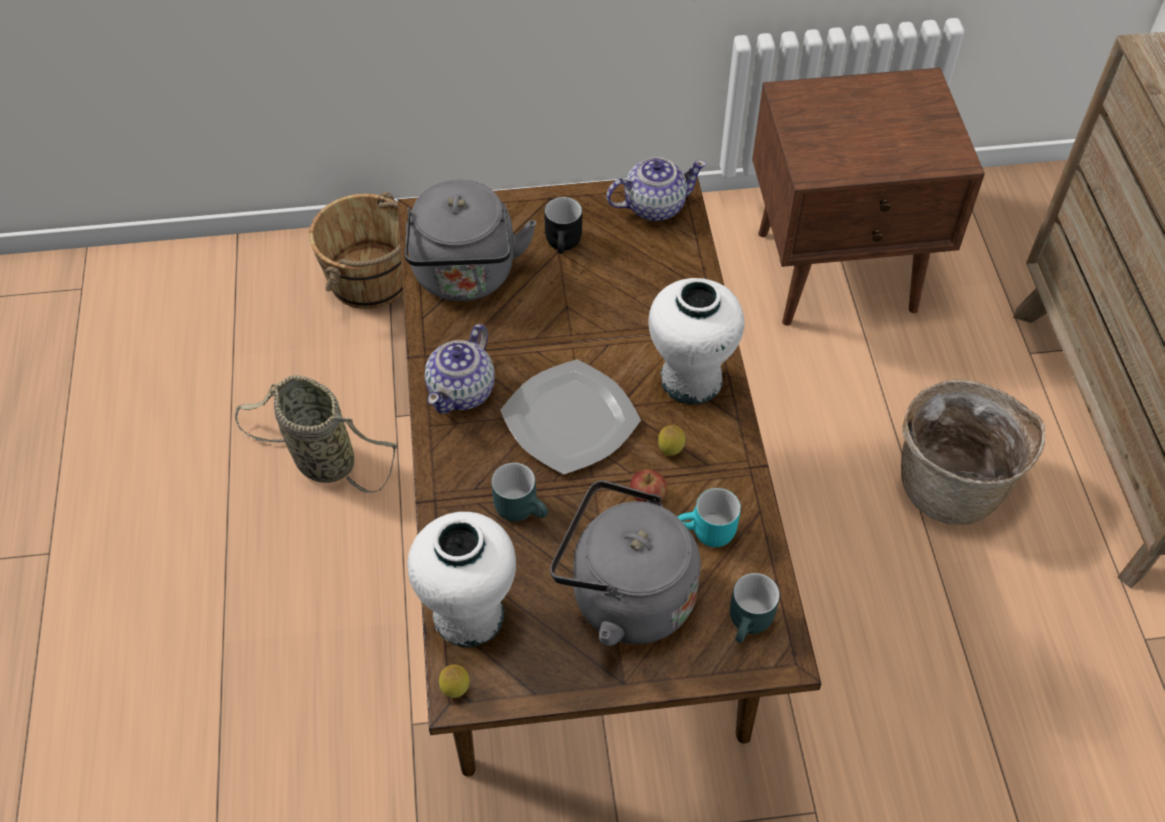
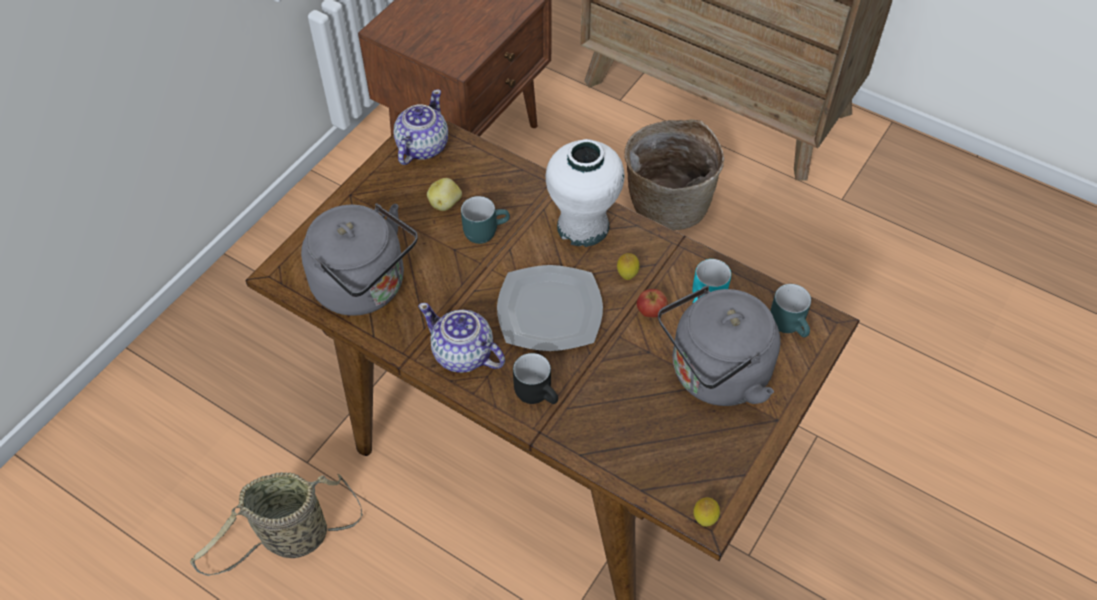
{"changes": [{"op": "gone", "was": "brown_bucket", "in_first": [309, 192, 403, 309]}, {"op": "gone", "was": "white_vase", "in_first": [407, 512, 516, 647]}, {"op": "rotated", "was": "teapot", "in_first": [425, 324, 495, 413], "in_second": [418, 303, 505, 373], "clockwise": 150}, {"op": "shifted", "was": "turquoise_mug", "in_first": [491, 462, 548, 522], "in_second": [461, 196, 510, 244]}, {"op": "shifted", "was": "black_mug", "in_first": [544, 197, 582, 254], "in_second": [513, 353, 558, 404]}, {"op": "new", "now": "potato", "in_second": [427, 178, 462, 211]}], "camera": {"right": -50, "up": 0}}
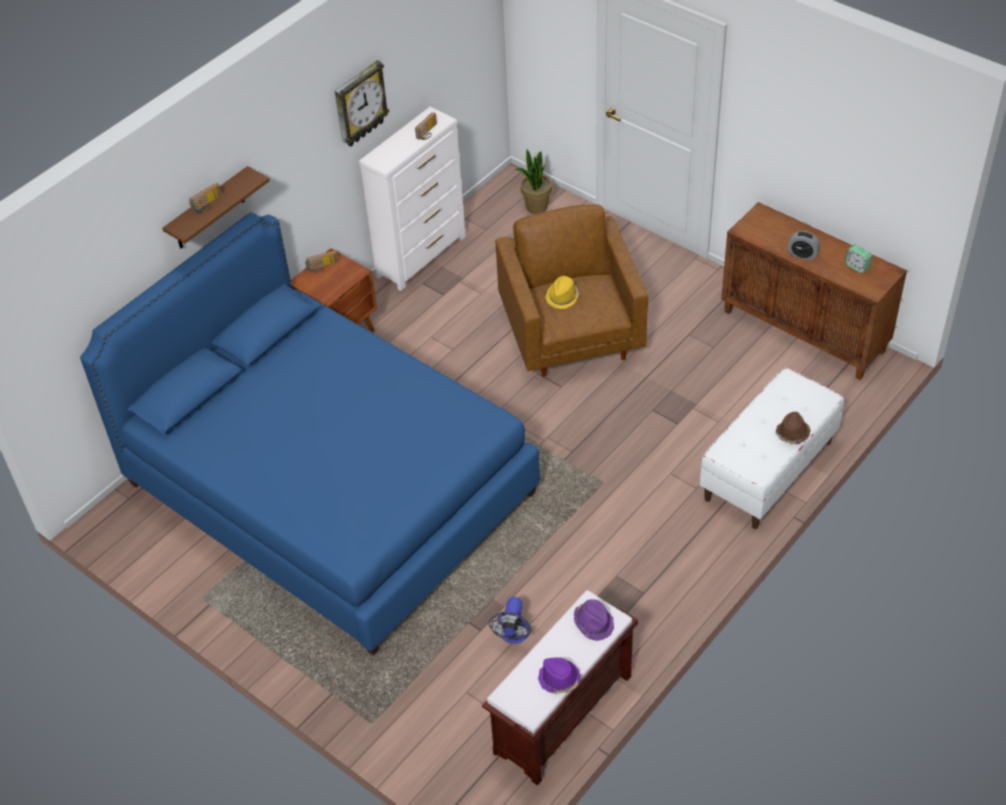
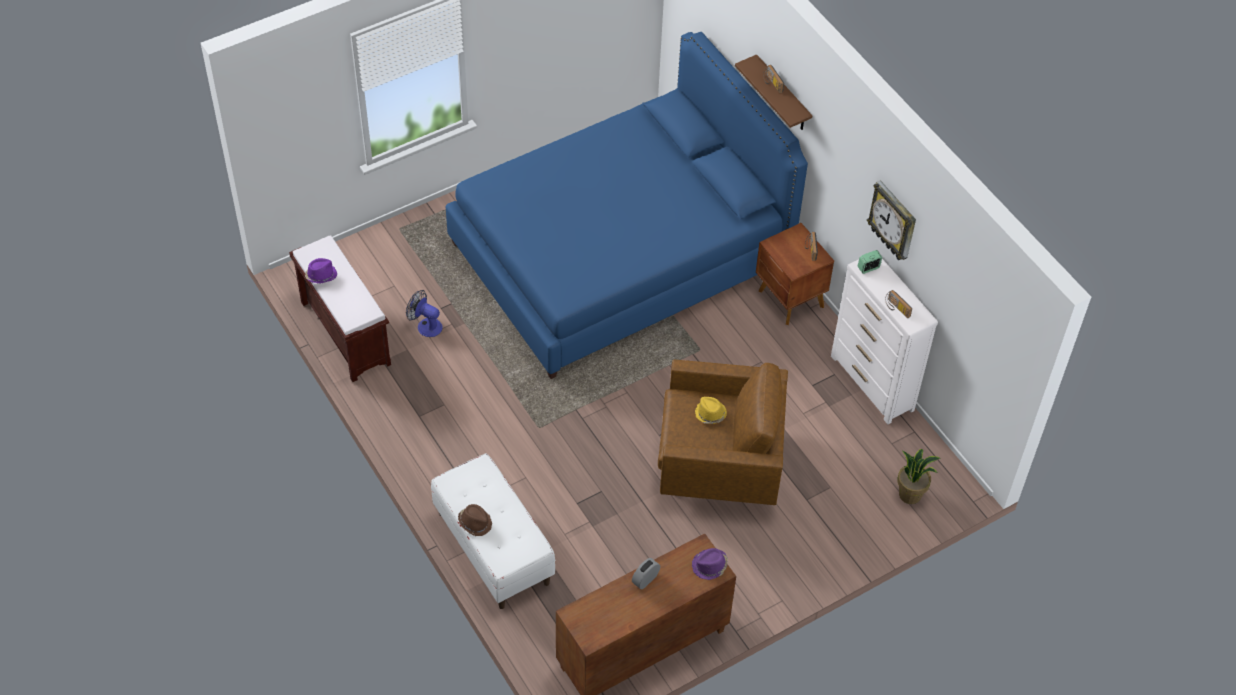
{"changes": [{"op": "shifted", "was": "purple_hat", "in_first": [574, 599, 614, 641], "in_second": [692, 548, 728, 580]}, {"op": "shifted", "was": "alarm_clock", "in_first": [845, 244, 872, 273], "in_second": [858, 250, 882, 274]}], "camera": {"right": 105, "up": 5}}
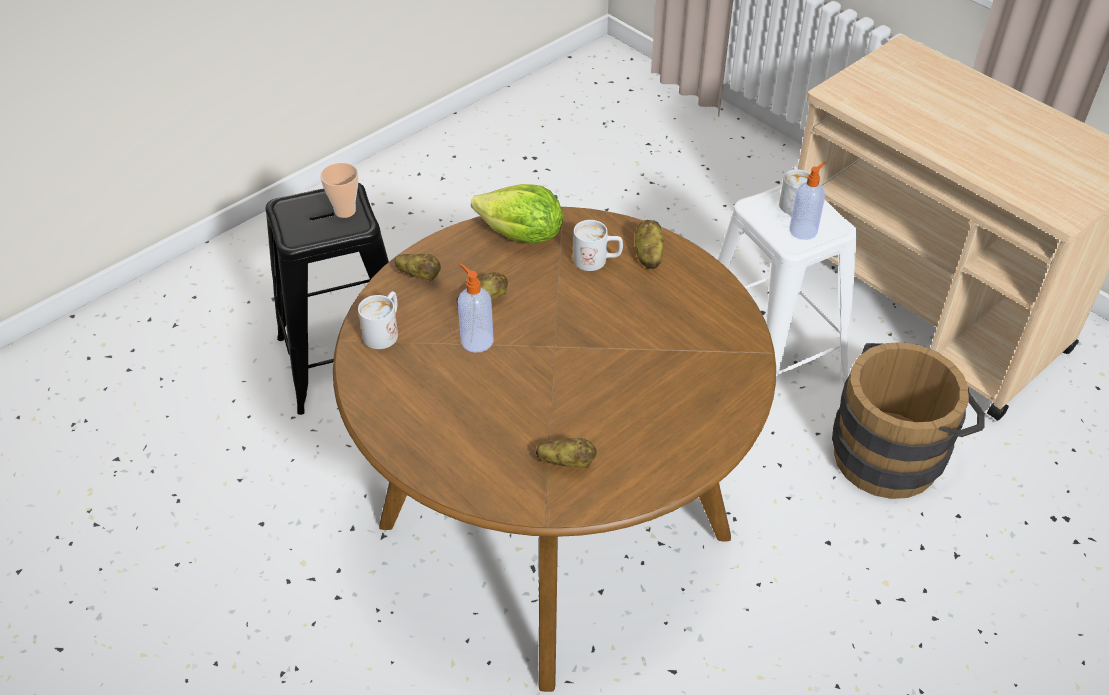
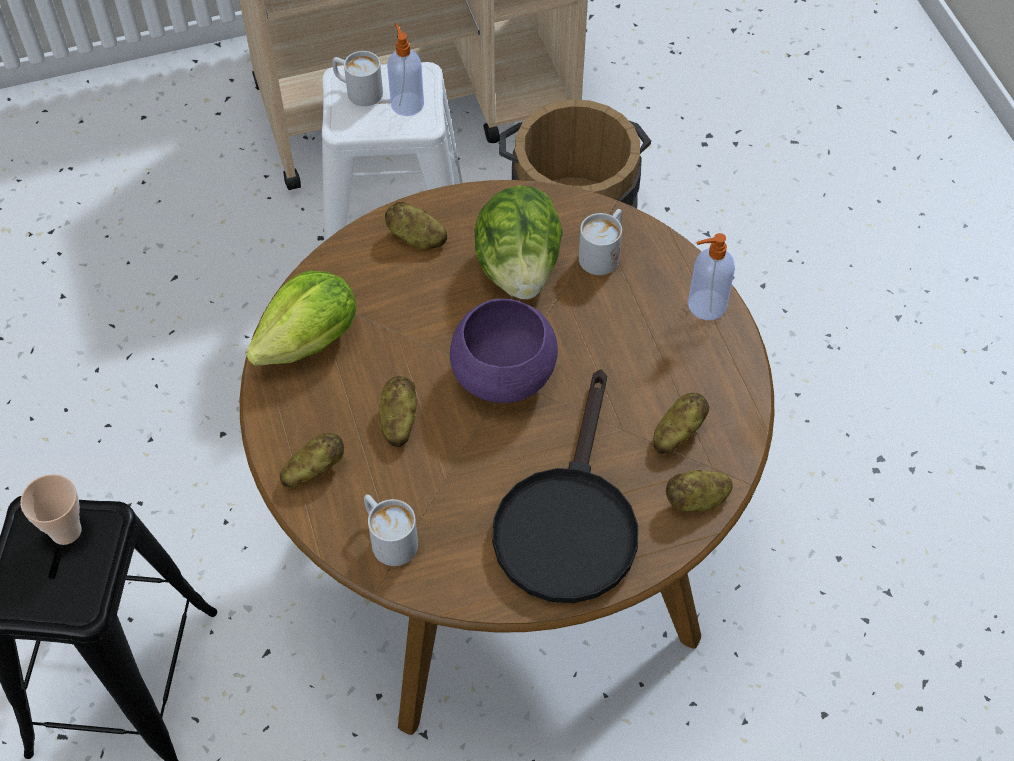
{"changes": [{"op": "shifted", "was": "soap_dispenser", "in_first": [458, 264, 494, 353], "in_second": [688, 233, 735, 320]}, {"op": "shifted", "was": "white_mug", "in_first": [573, 220, 623, 271], "in_second": [579, 209, 622, 275]}, {"op": "new", "now": "purple_bowl", "in_second": [450, 299, 558, 403]}, {"op": "new", "now": "lettuce", "in_second": [474, 186, 563, 299]}, {"op": "new", "now": "black_frying_pan", "in_second": [492, 369, 638, 603]}, {"op": "new", "now": "potato", "in_second": [666, 470, 733, 512]}], "camera": {"right": -65, "up": 10}}
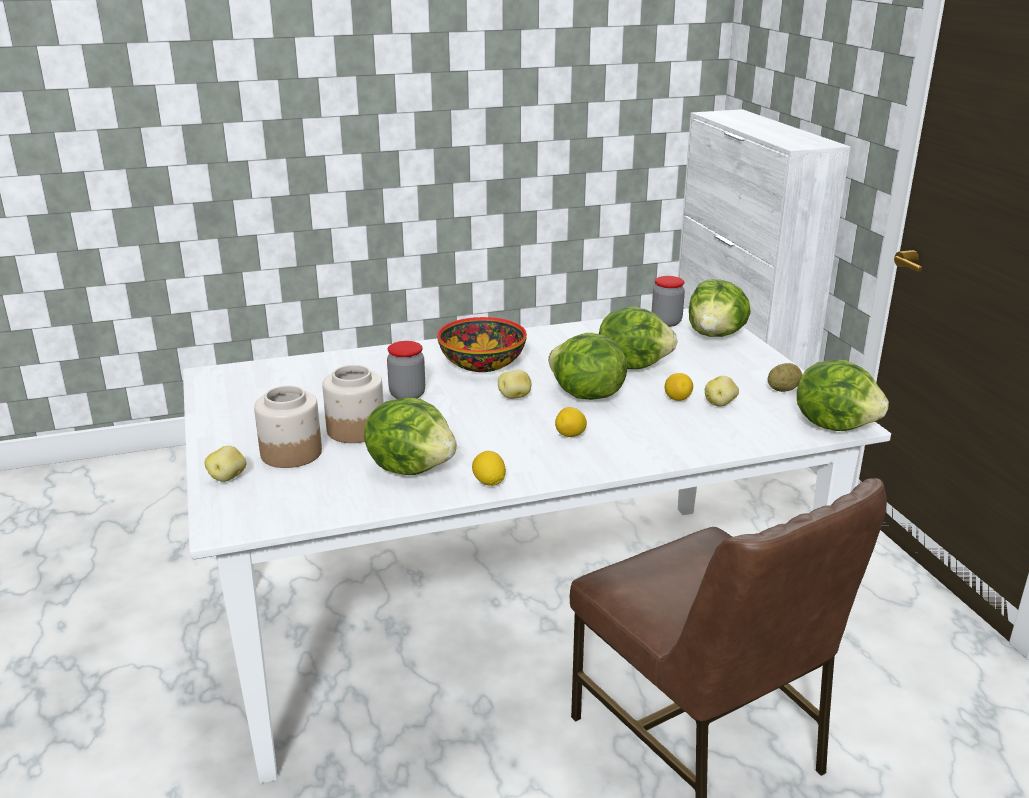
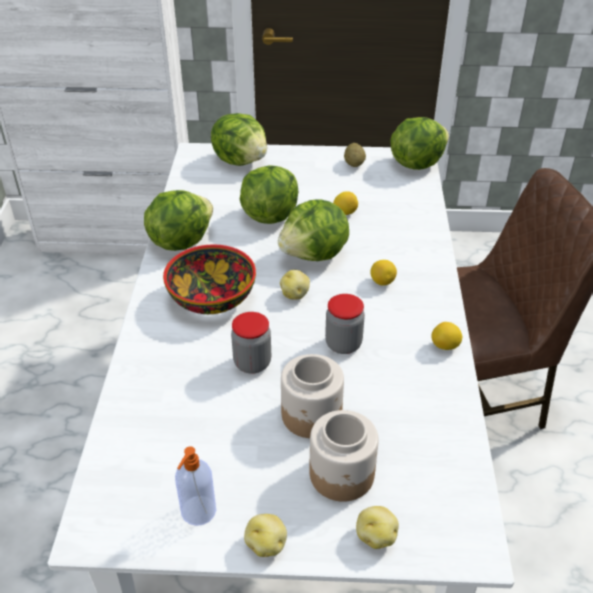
{"changes": [{"op": "shifted", "was": "lettuce", "in_first": [364, 398, 457, 475], "in_second": [144, 190, 213, 251]}, {"op": "shifted", "was": "jar", "in_first": [652, 276, 685, 327], "in_second": [325, 294, 365, 354]}, {"op": "shifted", "was": "potato", "in_first": [705, 376, 739, 406], "in_second": [244, 514, 287, 557]}, {"op": "new", "now": "soap_dispenser", "in_second": [175, 446, 216, 526]}], "camera": {"right": -70, "up": 15}}
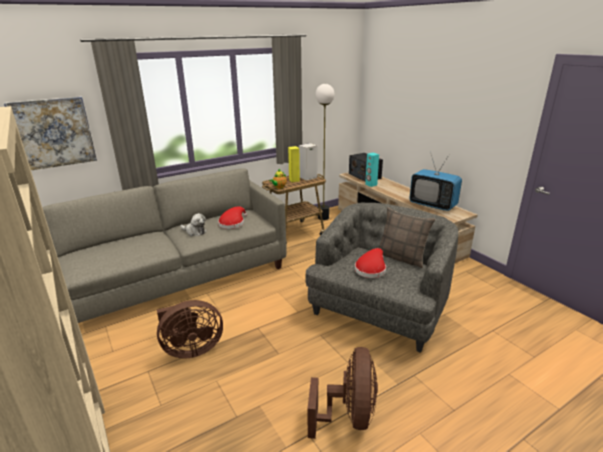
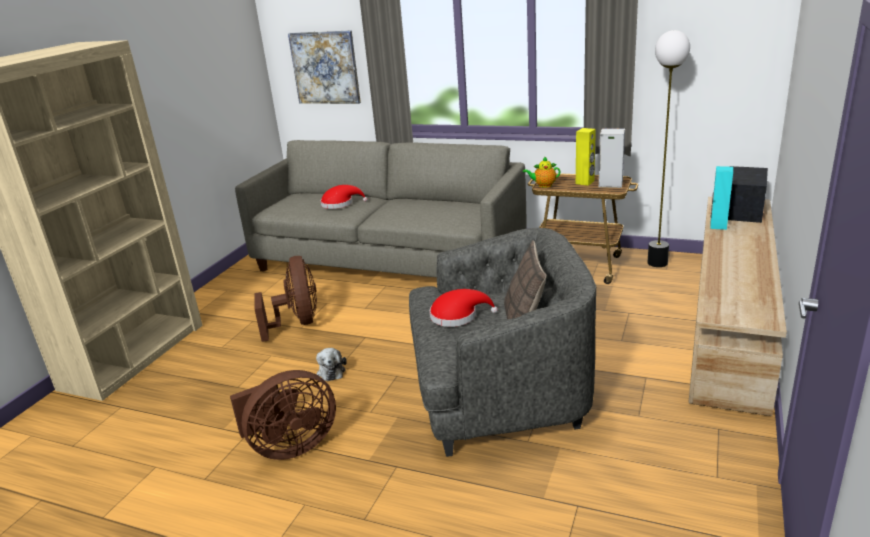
{"changes": [{"op": "rotated", "was": "brown_fan", "in_first": [157, 300, 223, 359], "in_second": [254, 256, 317, 342], "clockwise": -135}, {"op": "shifted", "was": "plush_toy", "in_first": [180, 213, 207, 236], "in_second": [316, 348, 347, 381]}, {"op": "shifted", "was": "red_hat", "in_first": [218, 206, 247, 229], "in_second": [320, 185, 368, 209]}, {"op": "gone", "was": "television", "in_first": [409, 151, 462, 211]}], "camera": {"right": 55, "up": 0}}
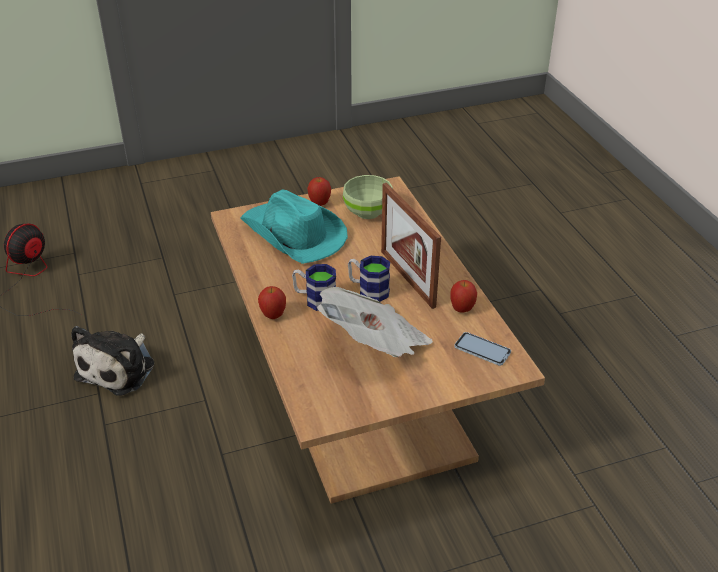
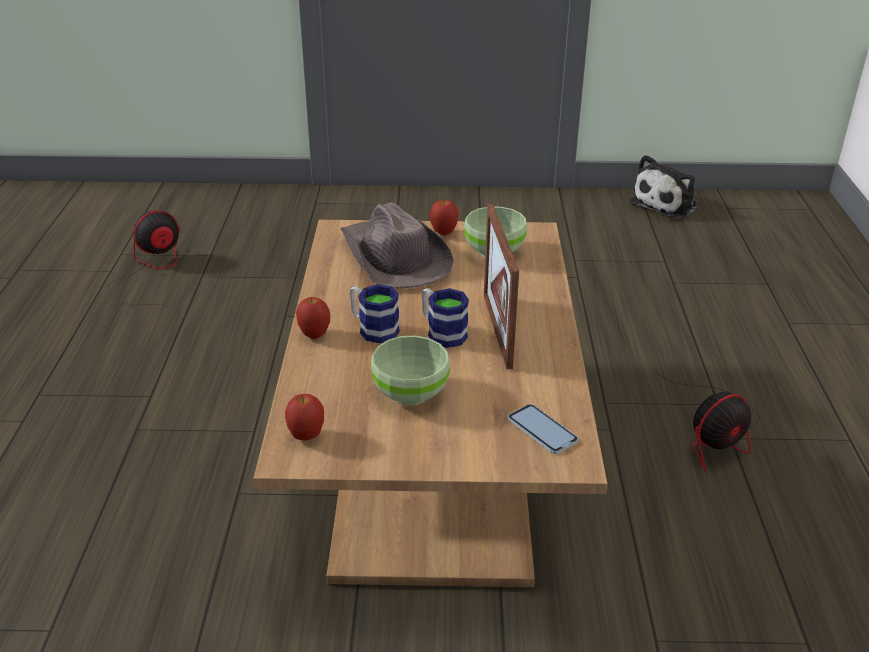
{"changes": [{"op": "shifted", "was": "plush_toy", "in_first": [71, 326, 154, 396], "in_second": [630, 155, 698, 218]}, {"op": "repainted", "was": "turquoise_hat", "now": "brown_hat", "in_first": [240, 189, 348, 264], "in_second": [341, 202, 454, 289]}, {"op": "swapped", "was": "newspaper", "now": "green_bowl", "in_first": [317, 287, 433, 358], "in_second": [371, 336, 450, 405]}, {"op": "shifted", "was": "apple", "in_first": [450, 280, 477, 313], "in_second": [285, 394, 324, 441]}, {"op": "new", "now": "fan", "in_second": [653, 369, 760, 471]}], "camera": {"right": 20, "up": -5}}
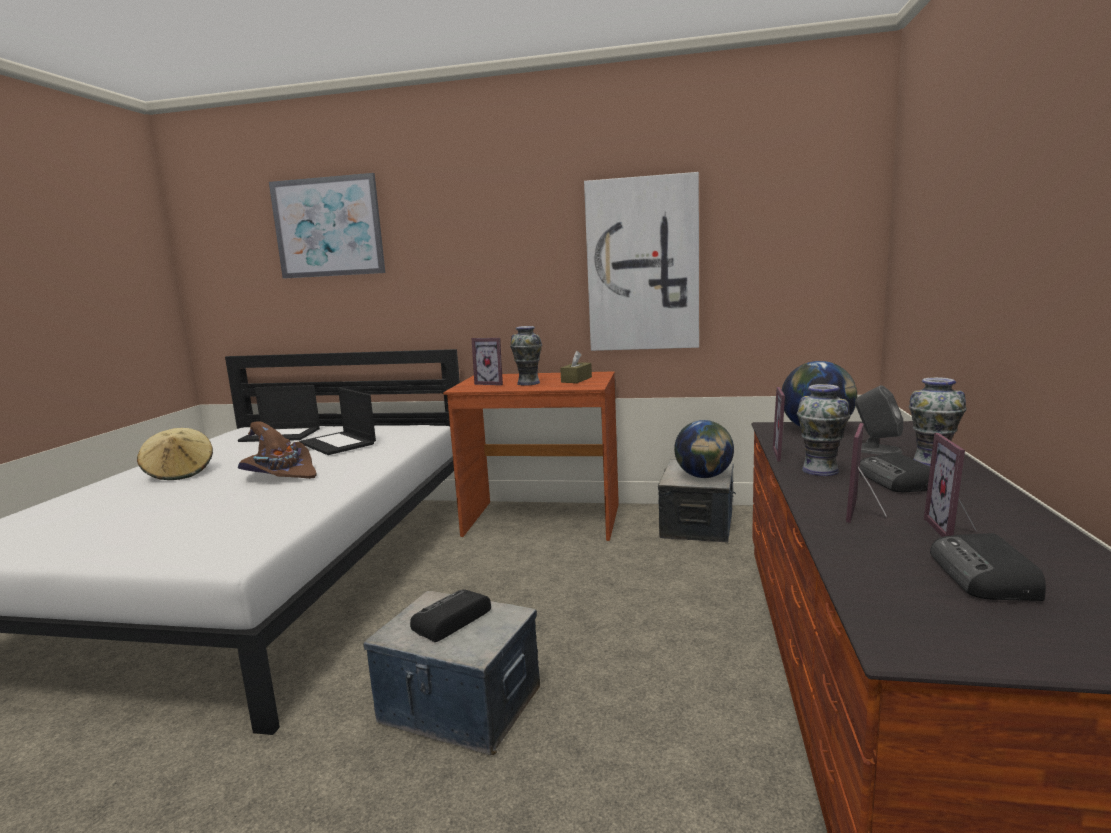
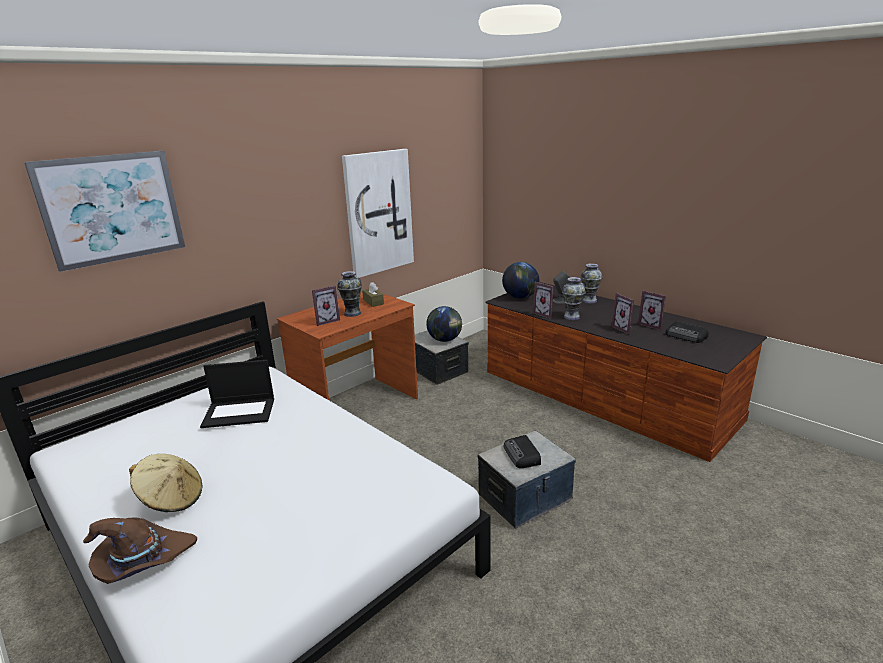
{"changes": [{"op": "gone", "was": "laptop", "in_first": [238, 385, 320, 442]}, {"op": "shifted", "was": "brown_hat", "in_first": [238, 421, 316, 479], "in_second": [83, 517, 197, 584]}, {"op": "gone", "was": "radio", "in_first": [859, 453, 930, 492]}], "camera": {"right": -55, "up": 10}}
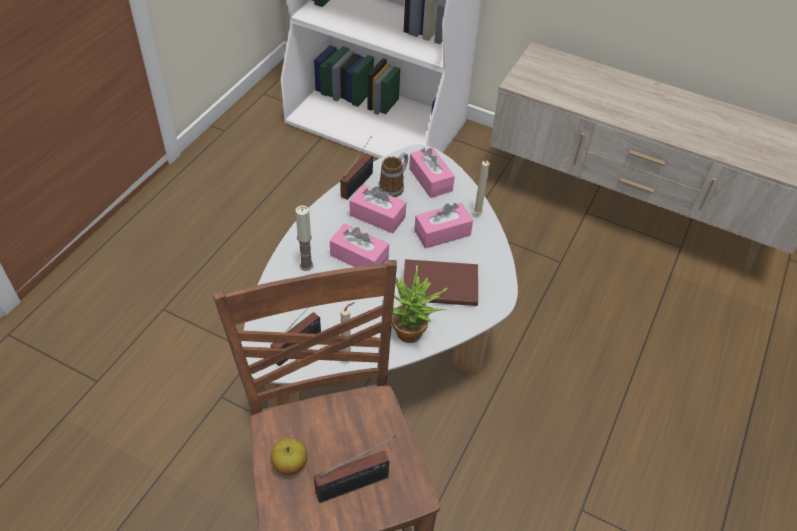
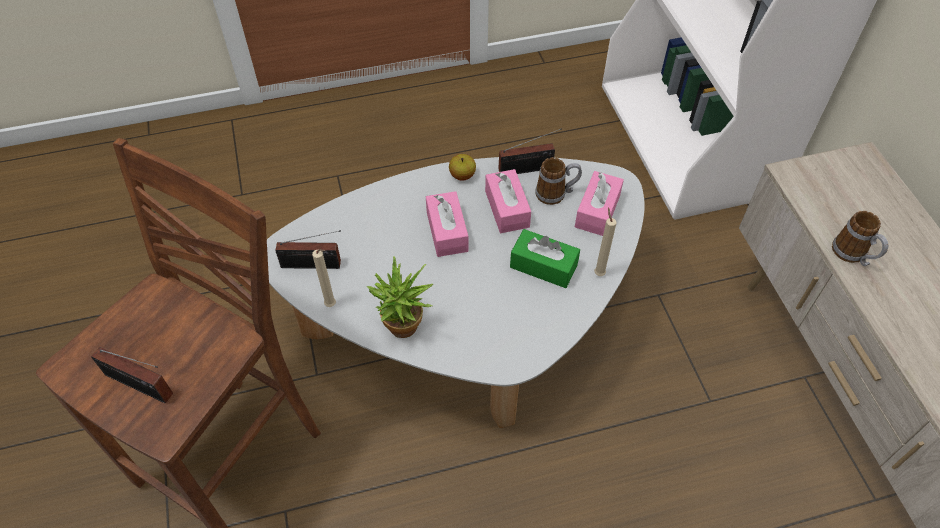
{"changes": [{"op": "shifted", "was": "apple", "in_first": [271, 438, 307, 475], "in_second": [449, 154, 476, 180]}, {"op": "gone", "was": "candle", "in_first": [296, 205, 313, 271]}, {"op": "gone", "was": "brown_book", "in_first": [403, 259, 478, 306]}, {"op": "repainted", "was": "pink_tissue_box", "now": "green_tissue_box", "in_first": [414, 203, 473, 249], "in_second": [510, 229, 580, 288]}, {"op": "new", "now": "mug", "in_second": [832, 211, 888, 266]}], "camera": {"right": 50, "up": 5}}
